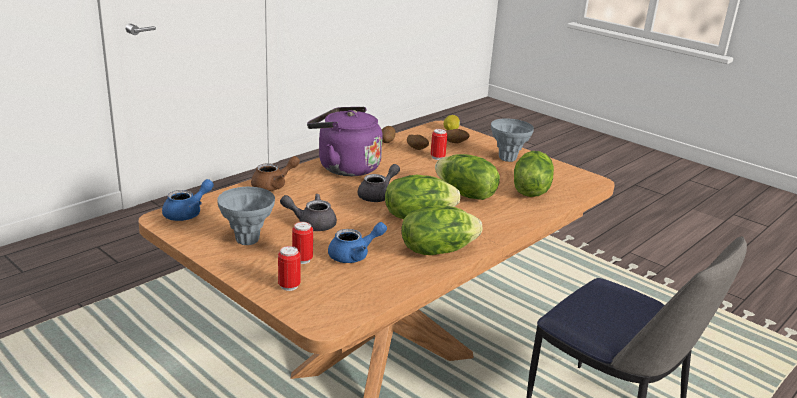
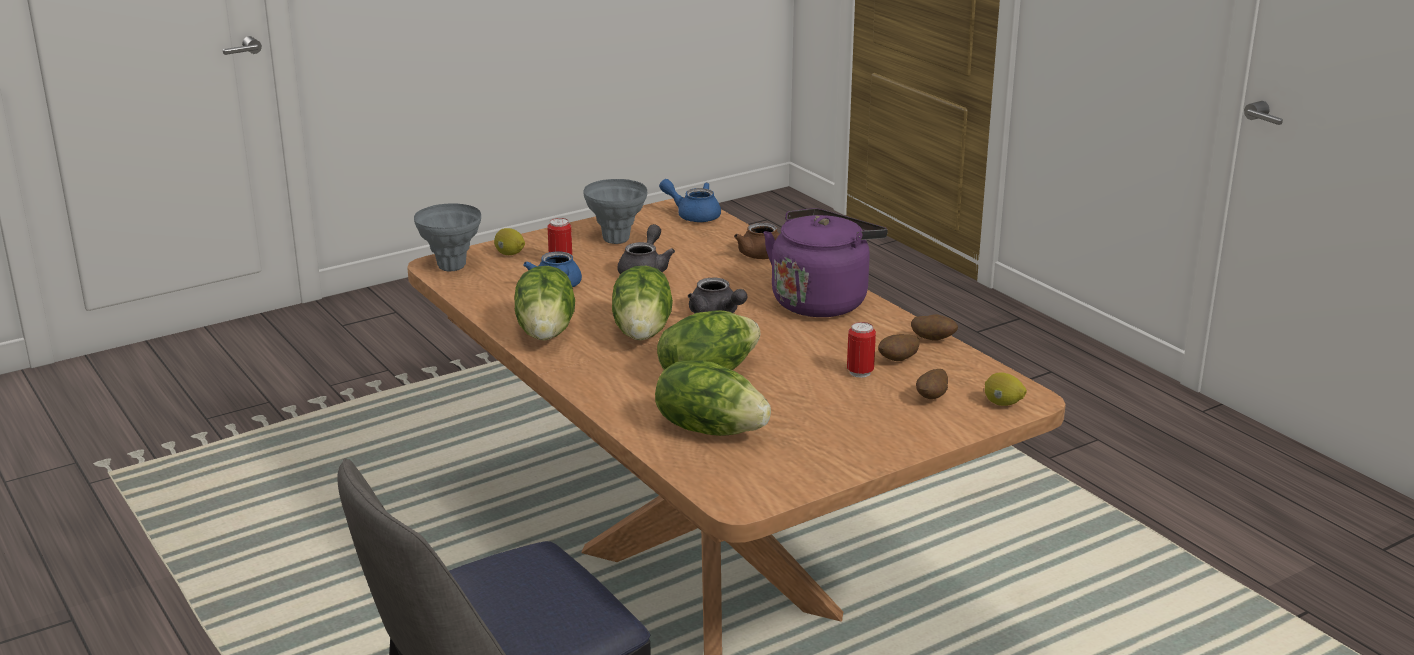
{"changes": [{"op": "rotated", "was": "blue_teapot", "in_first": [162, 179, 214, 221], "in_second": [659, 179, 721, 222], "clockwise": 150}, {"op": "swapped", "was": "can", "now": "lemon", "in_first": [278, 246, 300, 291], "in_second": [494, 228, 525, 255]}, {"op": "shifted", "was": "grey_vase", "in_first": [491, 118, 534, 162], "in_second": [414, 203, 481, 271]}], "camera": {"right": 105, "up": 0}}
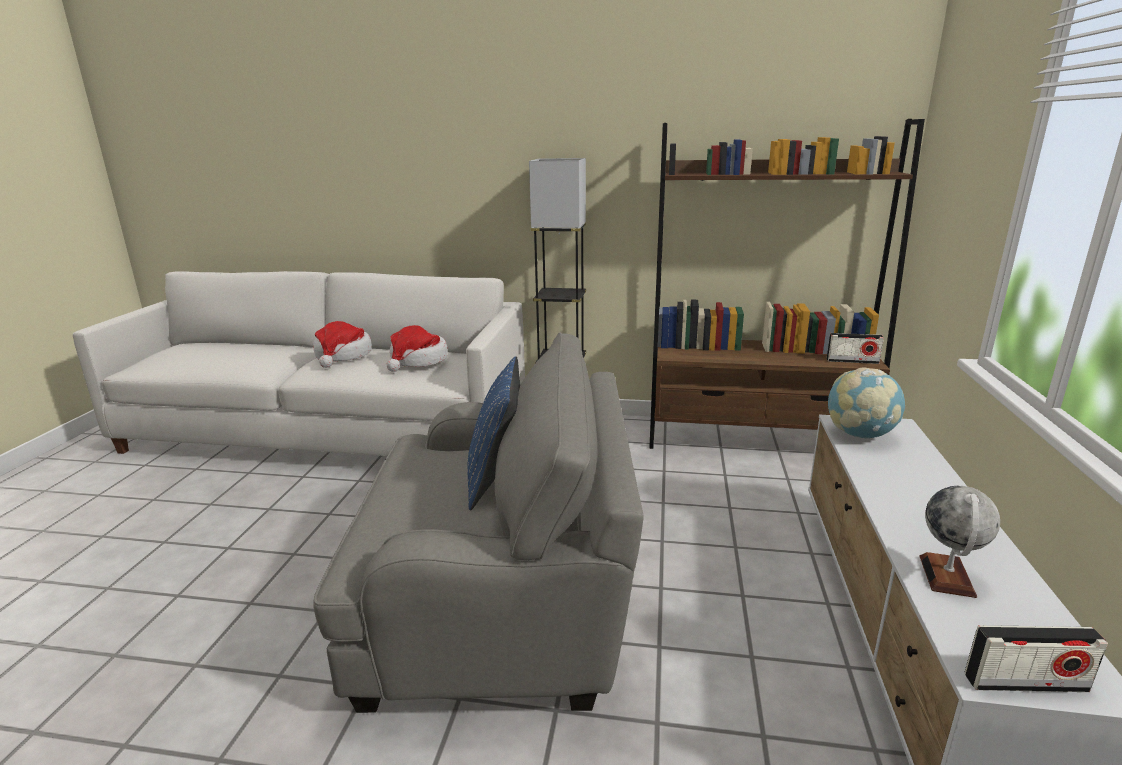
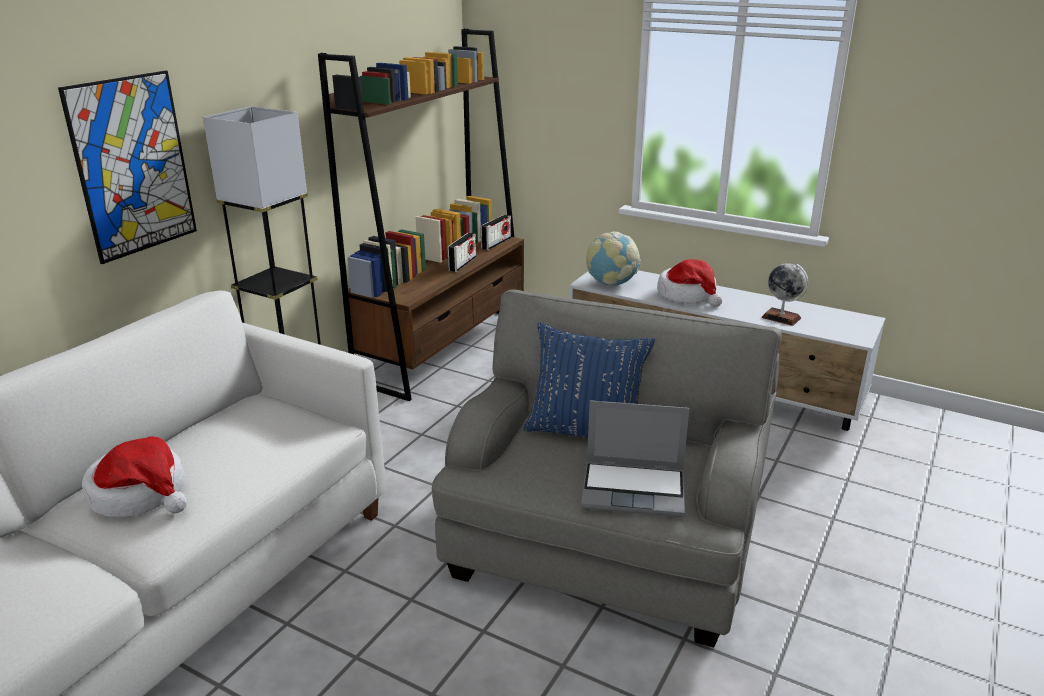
{"changes": [{"op": "shifted", "was": "hat", "in_first": [386, 325, 448, 372], "in_second": [657, 259, 722, 307]}, {"op": "shifted", "was": "radio", "in_first": [965, 625, 1108, 692], "in_second": [447, 233, 476, 272]}, {"op": "new", "now": "picture", "in_second": [58, 71, 197, 264]}, {"op": "new", "now": "laptop", "in_second": [581, 400, 690, 517]}], "camera": {"right": -70, "up": 5}}
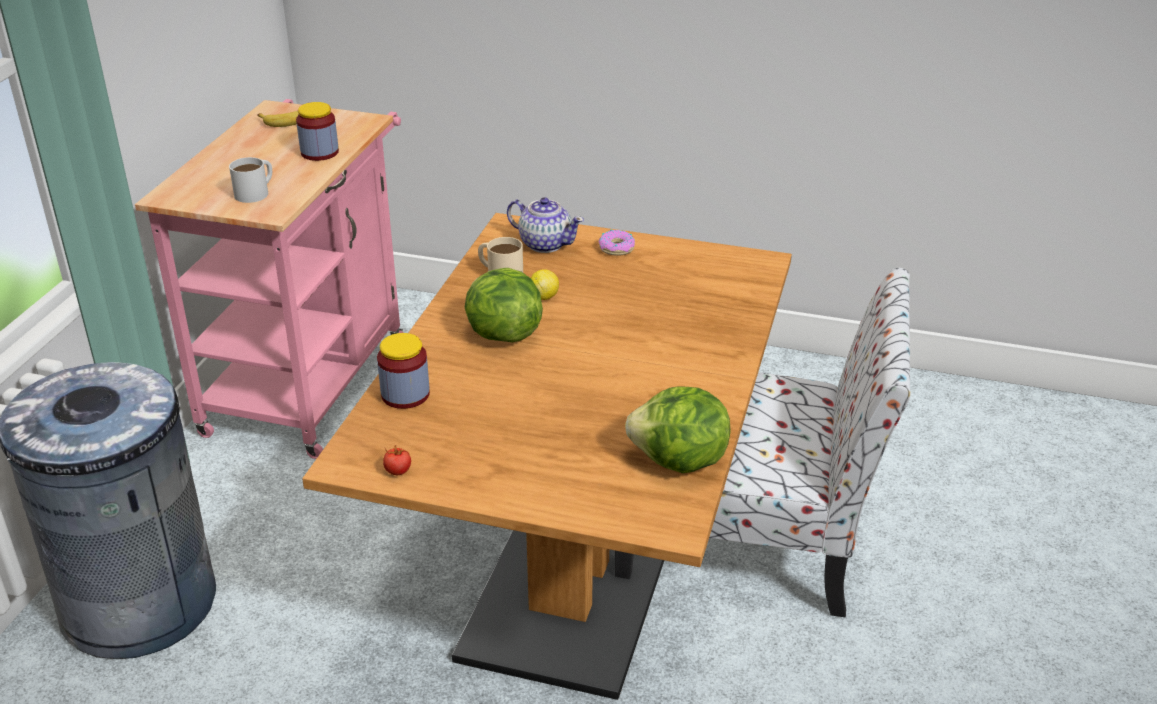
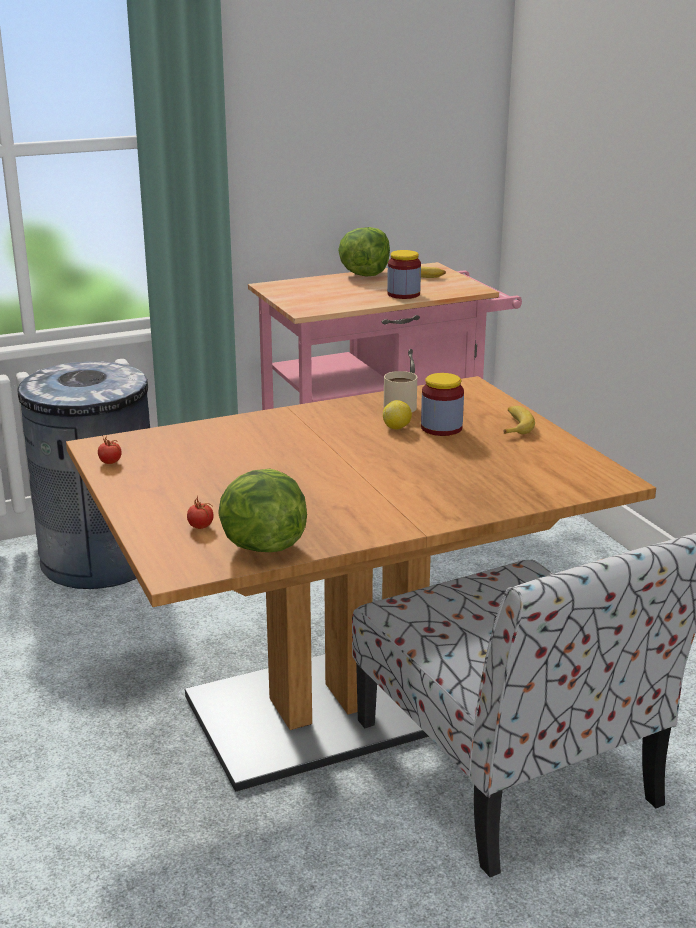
{"changes": [{"op": "gone", "was": "white_mug", "in_first": [229, 157, 272, 203]}, {"op": "shifted", "was": "jar", "in_first": [377, 333, 430, 409], "in_second": [421, 373, 464, 436]}, {"op": "shifted", "was": "lettuce", "in_first": [465, 268, 543, 343], "in_second": [338, 227, 390, 277]}, {"op": "gone", "was": "teapot", "in_first": [507, 197, 584, 253]}, {"op": "swapped", "was": "donut", "now": "banana", "in_first": [598, 229, 635, 256], "in_second": [504, 406, 535, 434]}, {"op": "new", "now": "tomato", "in_second": [187, 496, 214, 529]}], "camera": {"right": 50, "up": -10}}
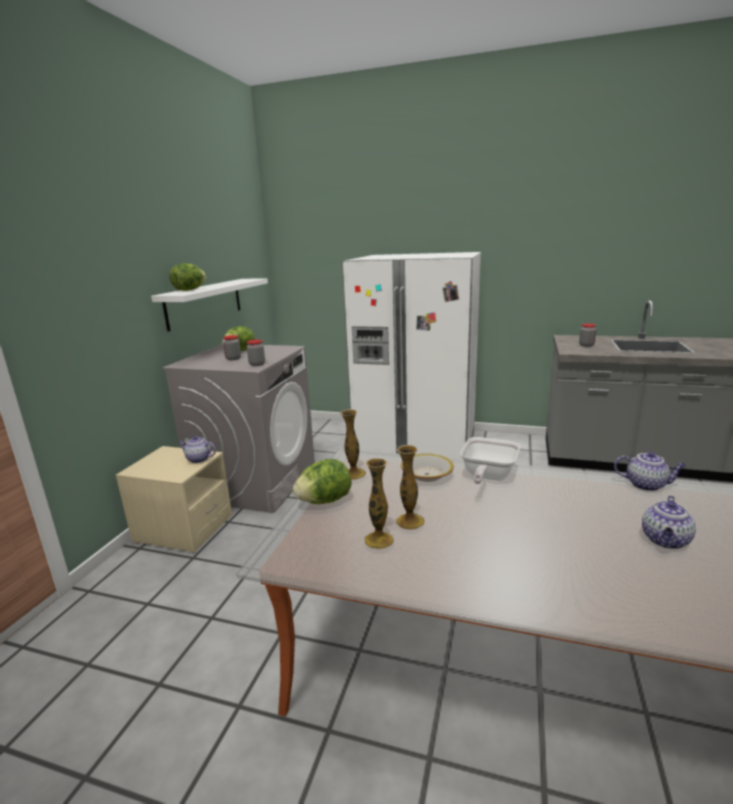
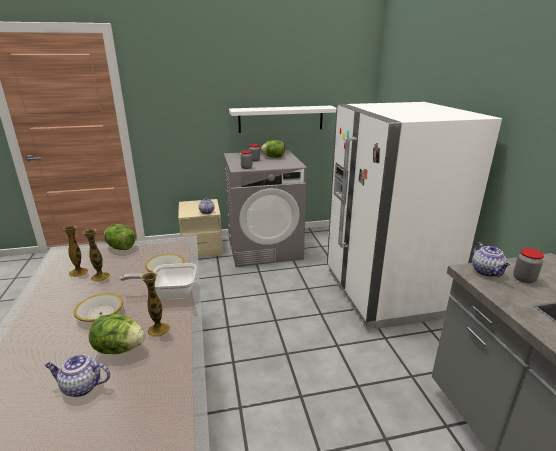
{"changes": [{"op": "shifted", "was": "lettuce", "in_first": [169, 263, 206, 291], "in_second": [89, 314, 145, 354]}, {"op": "shifted", "was": "vase", "in_first": [340, 409, 366, 480], "in_second": [141, 272, 170, 337]}, {"op": "shifted", "was": "teapot", "in_first": [614, 452, 686, 491], "in_second": [472, 242, 510, 277]}, {"op": "new", "now": "bowl", "in_second": [74, 293, 123, 322]}], "camera": {"right": 60, "up": 5}}
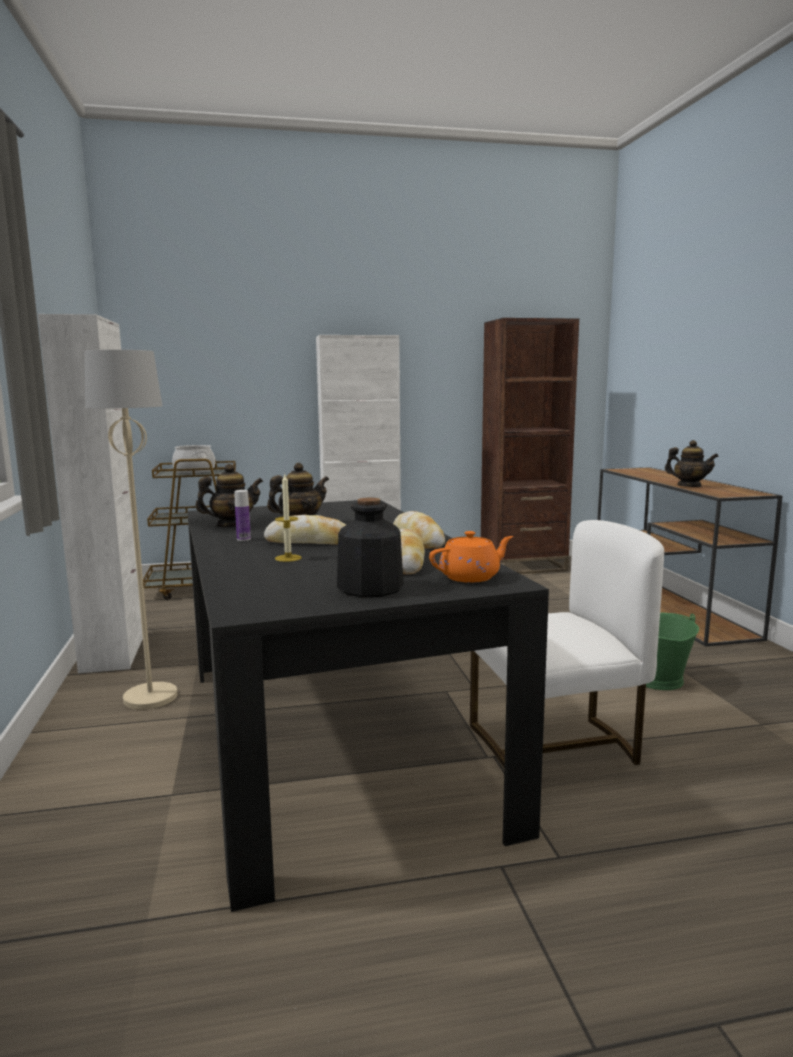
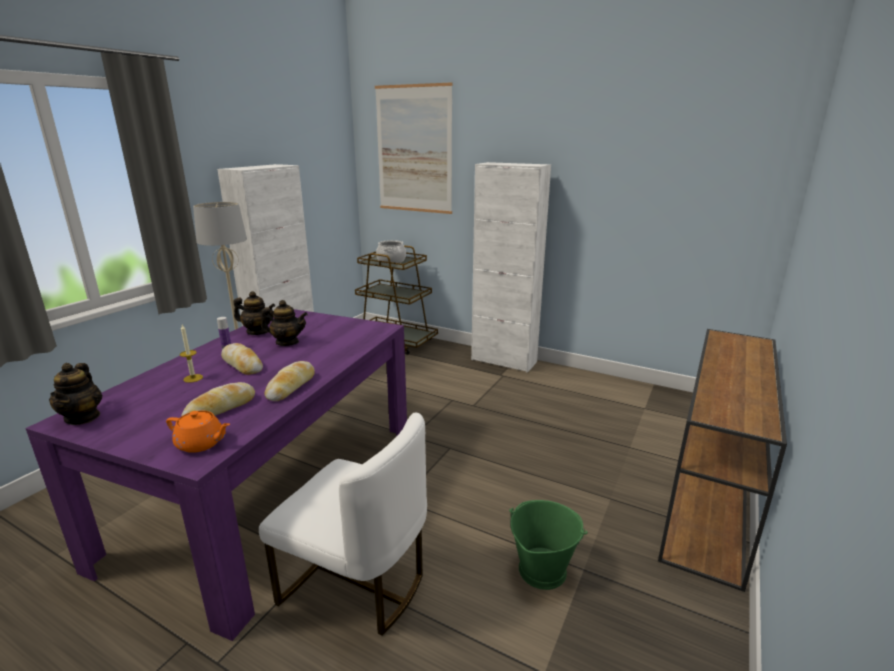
{"changes": [{"op": "repainted", "was": "black_dining_table", "now": "purple_dining_table", "in_first": [187, 500, 549, 912], "in_second": [25, 309, 407, 641]}, {"op": "gone", "was": "bottle", "in_first": [337, 497, 404, 598]}, {"op": "gone", "was": "brown_bookcase", "in_first": [481, 318, 579, 574]}, {"op": "shifted", "was": "teapot", "in_first": [665, 440, 719, 487], "in_second": [49, 363, 102, 425]}, {"op": "new", "now": "picture", "in_second": [375, 82, 453, 214]}], "camera": {"right": 40, "up": 10}}
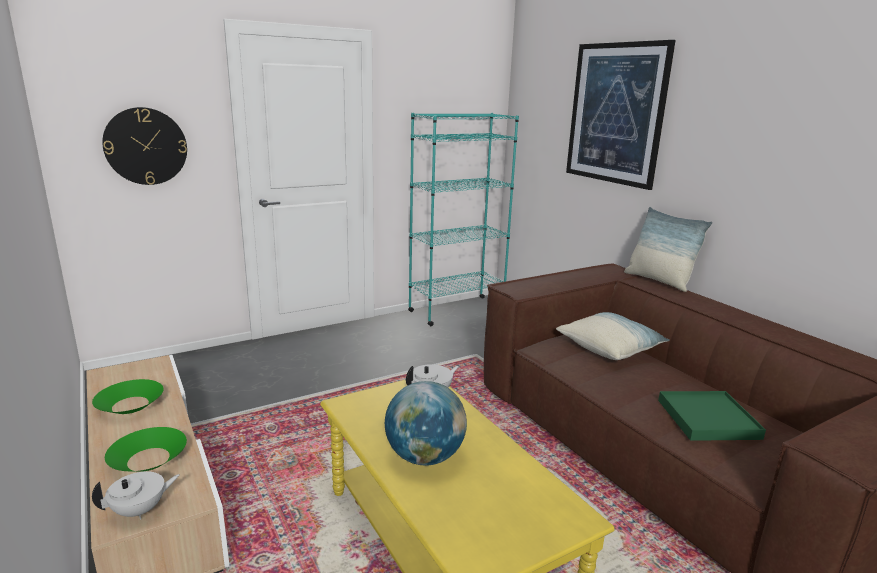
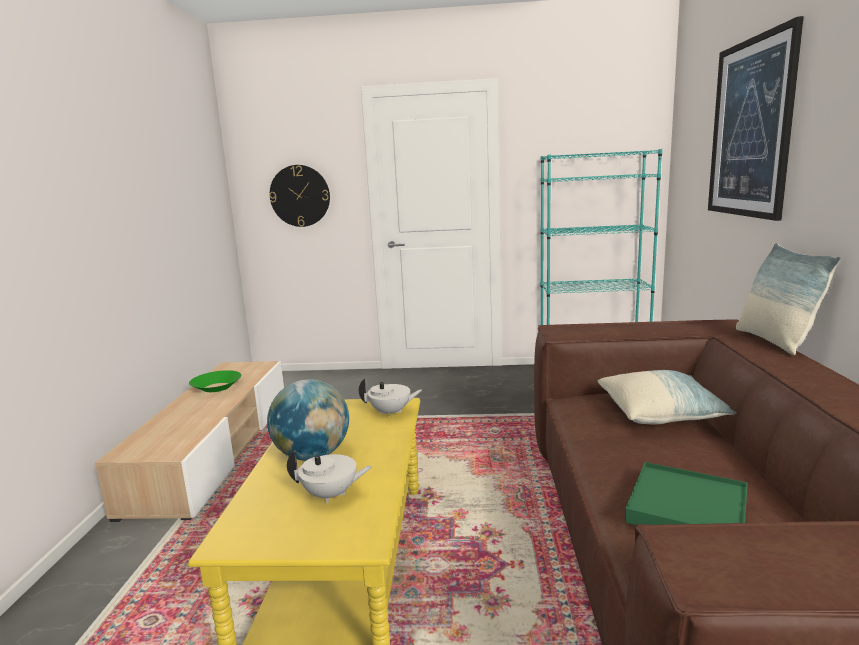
{"changes": [{"op": "shifted", "was": "white_teapot", "in_first": [92, 471, 180, 520], "in_second": [287, 450, 372, 504]}, {"op": "gone", "was": "green_bowl", "in_first": [105, 427, 187, 472]}], "camera": {"right": 35, "up": -5}}
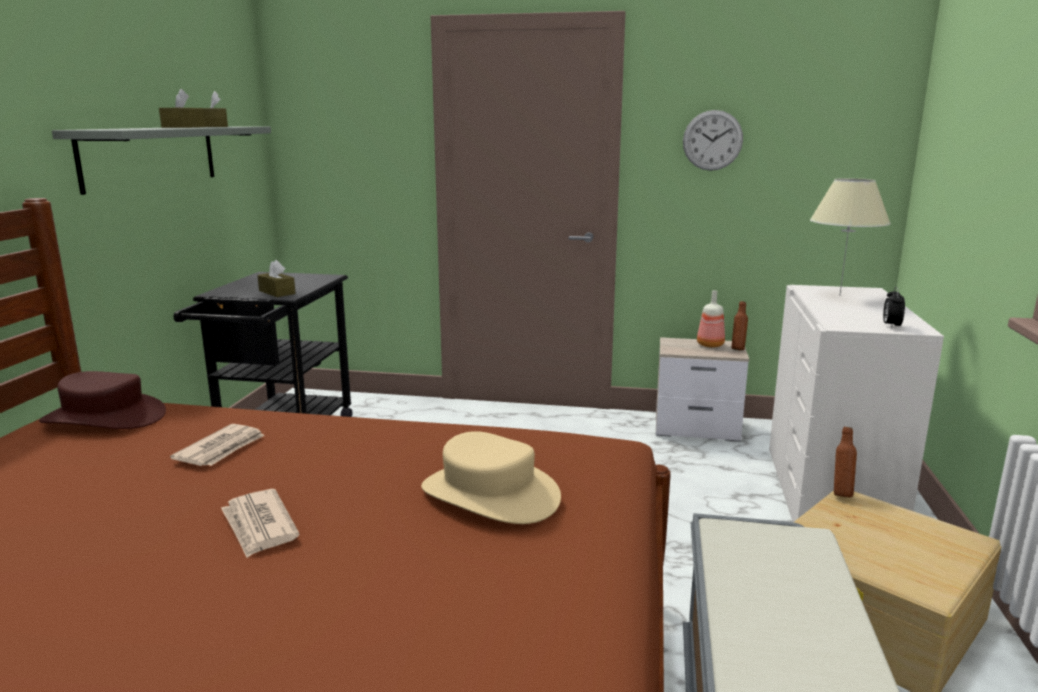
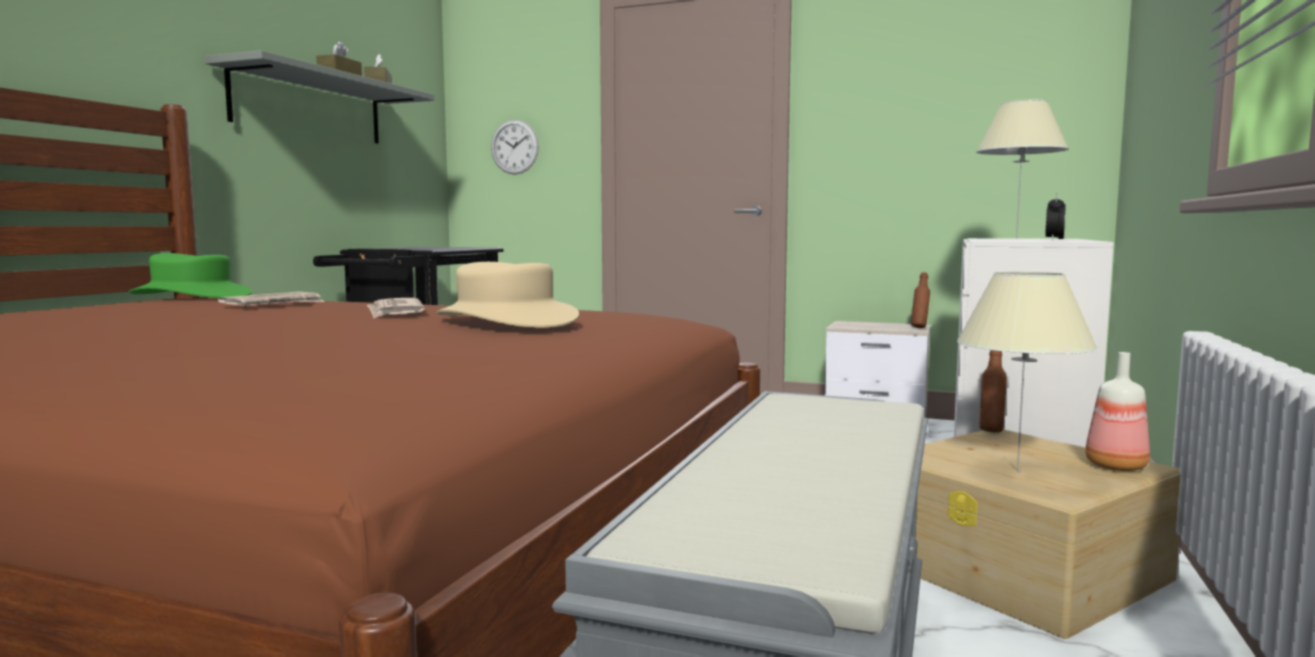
{"changes": [{"op": "repainted", "was": "brown_hat", "now": "green_hat", "in_first": [39, 371, 166, 429], "in_second": [129, 253, 252, 298]}, {"op": "shifted", "was": "newspaper", "in_first": [221, 489, 300, 558], "in_second": [367, 298, 425, 318]}, {"op": "gone", "was": "brown_tissue_box", "in_first": [257, 260, 296, 297]}, {"op": "shifted", "was": "wall_clock", "in_first": [683, 110, 743, 171], "in_second": [491, 120, 539, 175]}, {"op": "shifted", "was": "bottle", "in_first": [697, 290, 725, 348], "in_second": [1085, 352, 1150, 471]}, {"op": "new", "now": "beige_table_lamp", "in_second": [957, 271, 1098, 472]}], "camera": {"right": 10, "up": -10}}
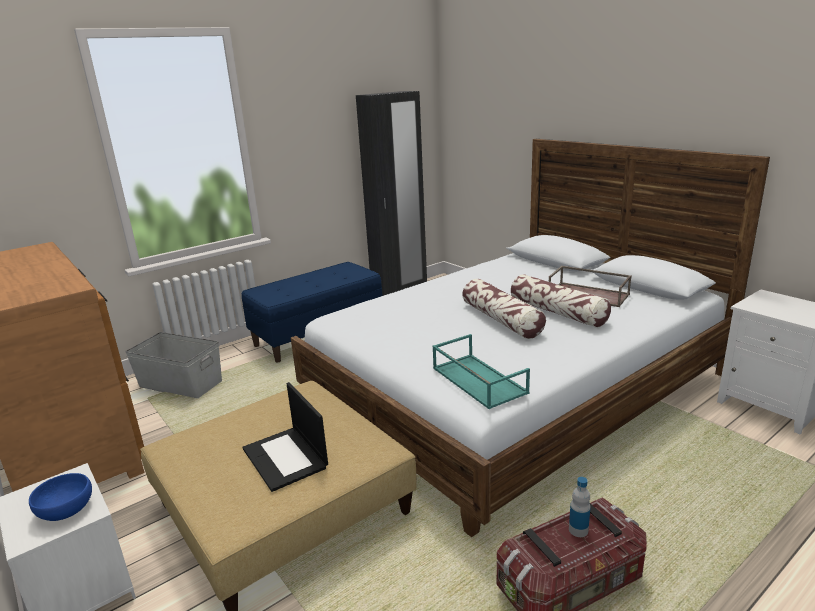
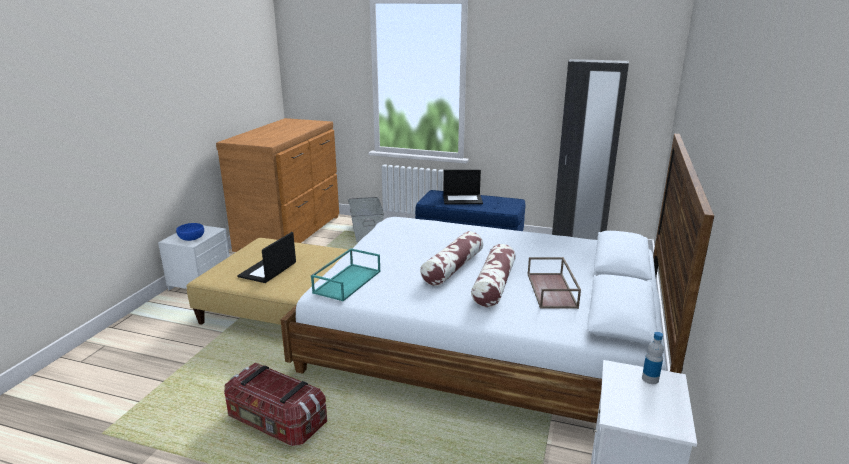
{"changes": [{"op": "shifted", "was": "bottle", "in_first": [569, 477, 591, 537], "in_second": [642, 332, 664, 384]}, {"op": "new", "now": "laptop", "in_second": [443, 170, 483, 205]}], "camera": {"right": 55, "up": 0}}
